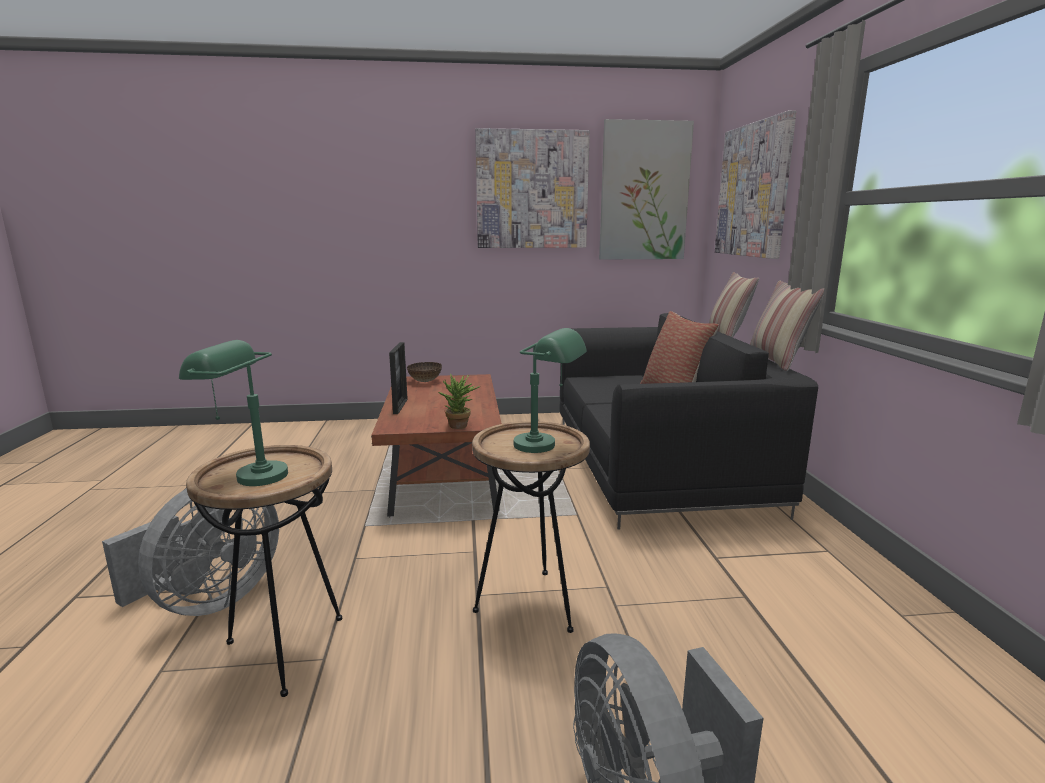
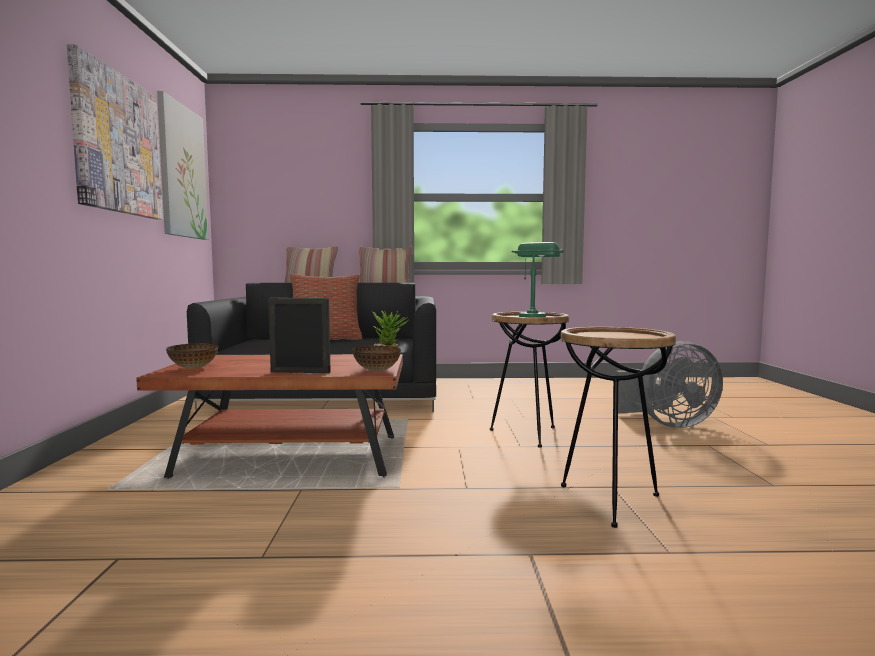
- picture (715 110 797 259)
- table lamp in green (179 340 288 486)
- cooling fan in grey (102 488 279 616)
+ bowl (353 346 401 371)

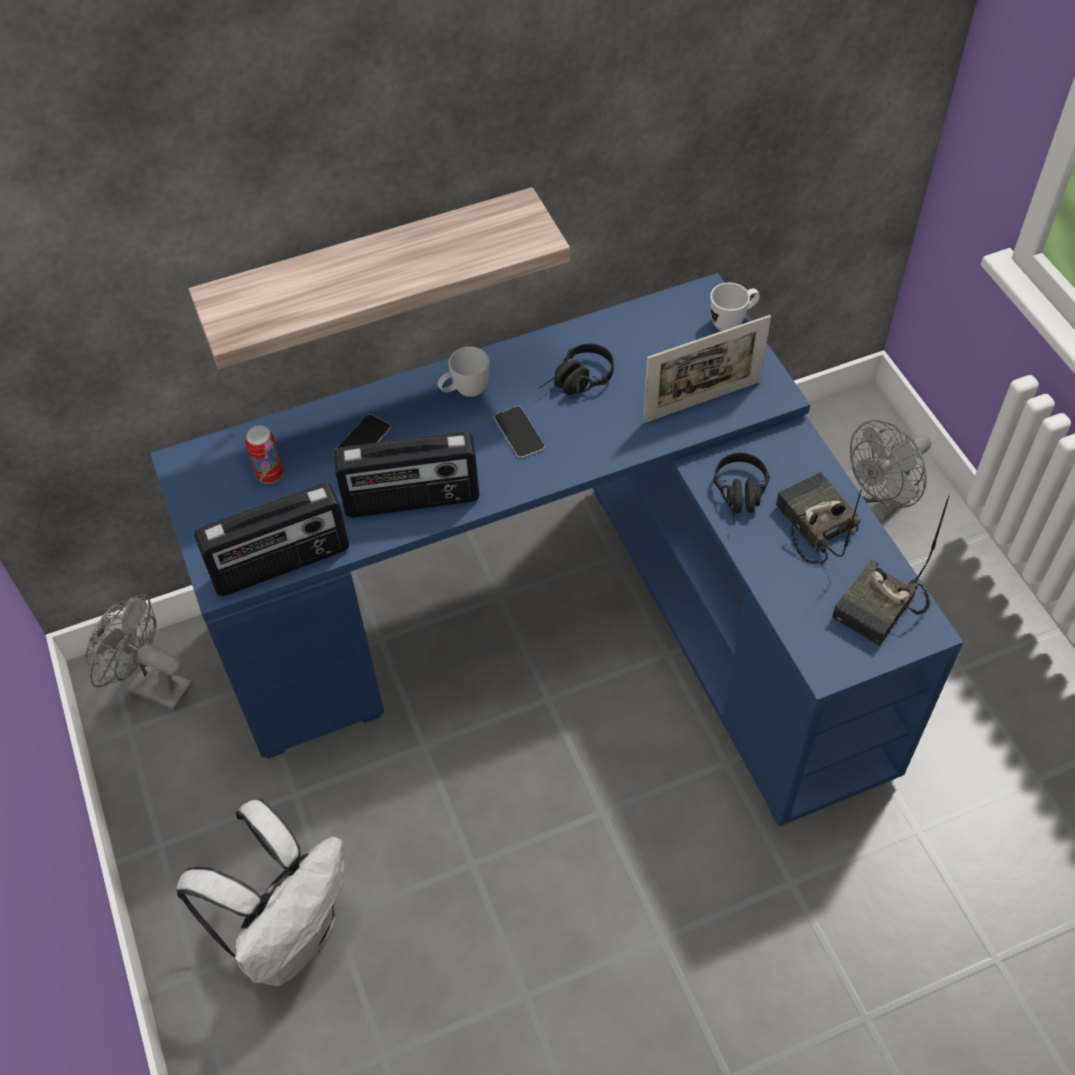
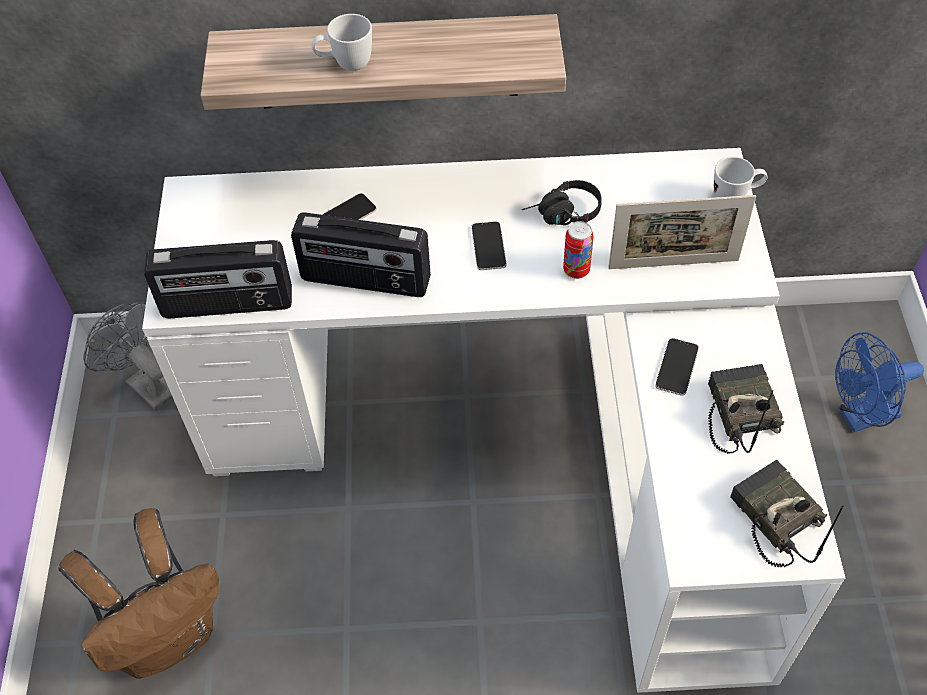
~ desk table in blue-coloured (150 273 964 826) to desk table in white (142 148 845 693)
~ coffee mug in white (438 347 489 397) to (312 14 372 71)
~ cooling fan in grey (850 420 931 520) to cooling fan in blue-coloured (835 332 924 432)
~ can (245 425 283 483) to (563 221 594 279)
~ pair of headphones in blackish (713 453 770 525) to handset (655 338 699 396)
~ radio (832 496 949 646) = (730 460 844 568) 90 degrees clockwise
~ knapsack in white (176 799 344 986) to knapsack in brown-coloured (58 508 219 679)

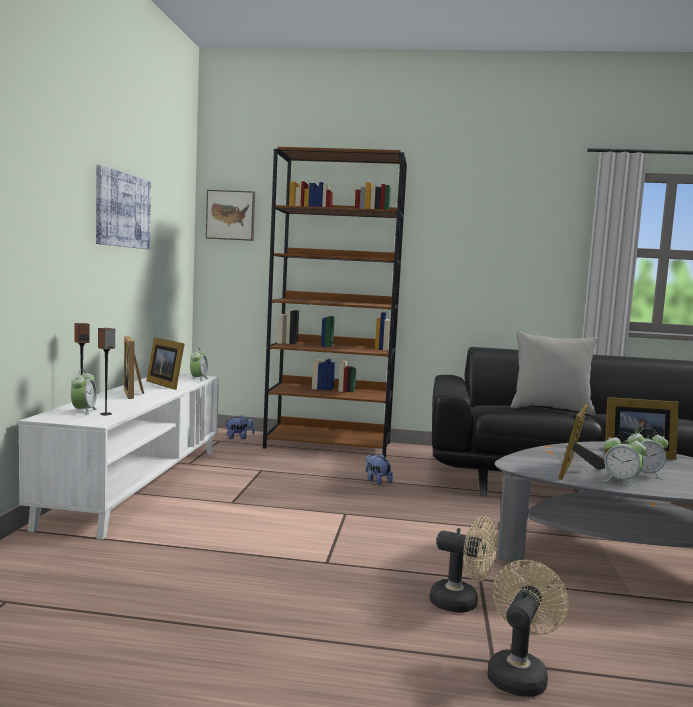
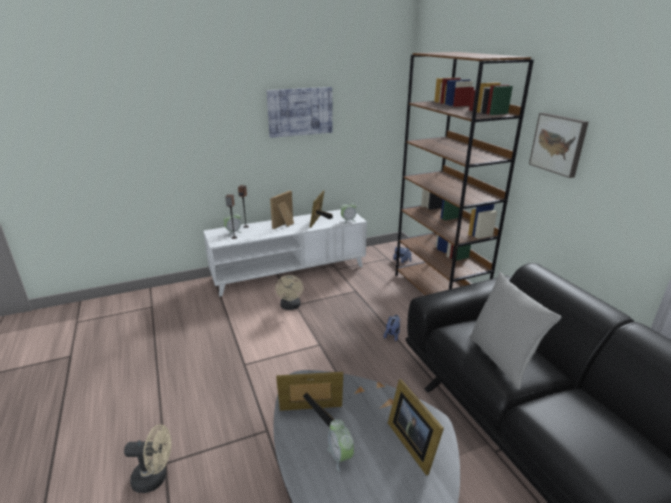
~ picture (206 190 255 241) to (529 113 589 178)
- alarm clock (602 433 647 488)
~ cooling fan in beige (429 516 498 613) to (275 275 303 310)

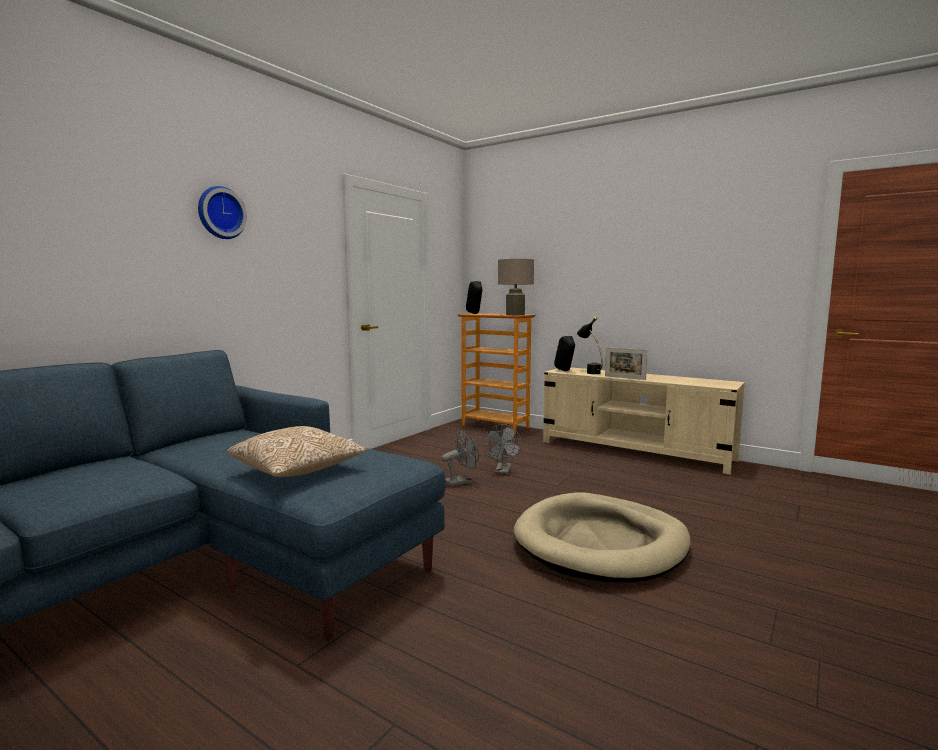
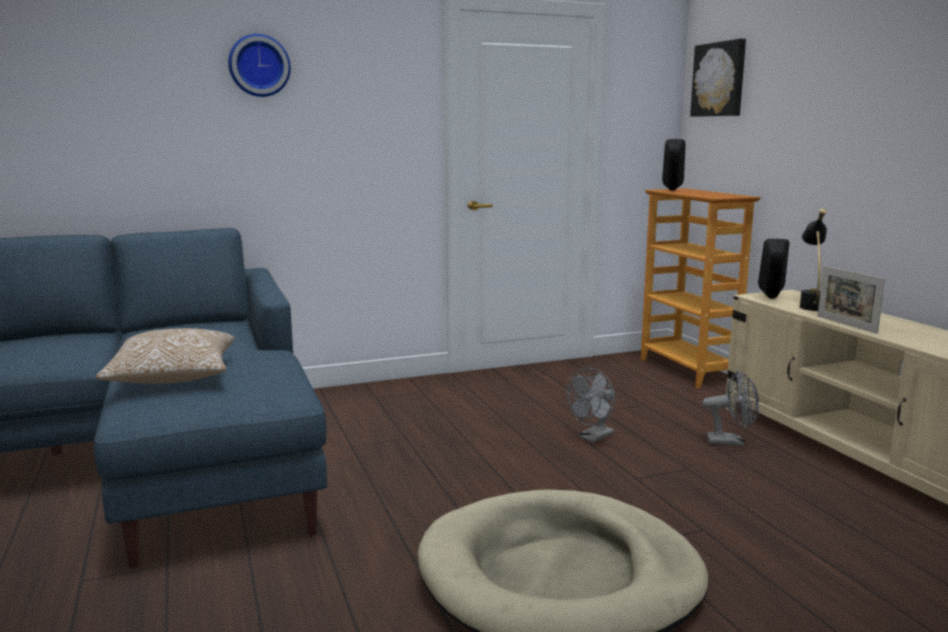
- table lamp in beige (498 259 534 315)
~ cooling fan in grey (441 431 479 486) to (702 370 759 446)
+ picture (690 39 746 117)

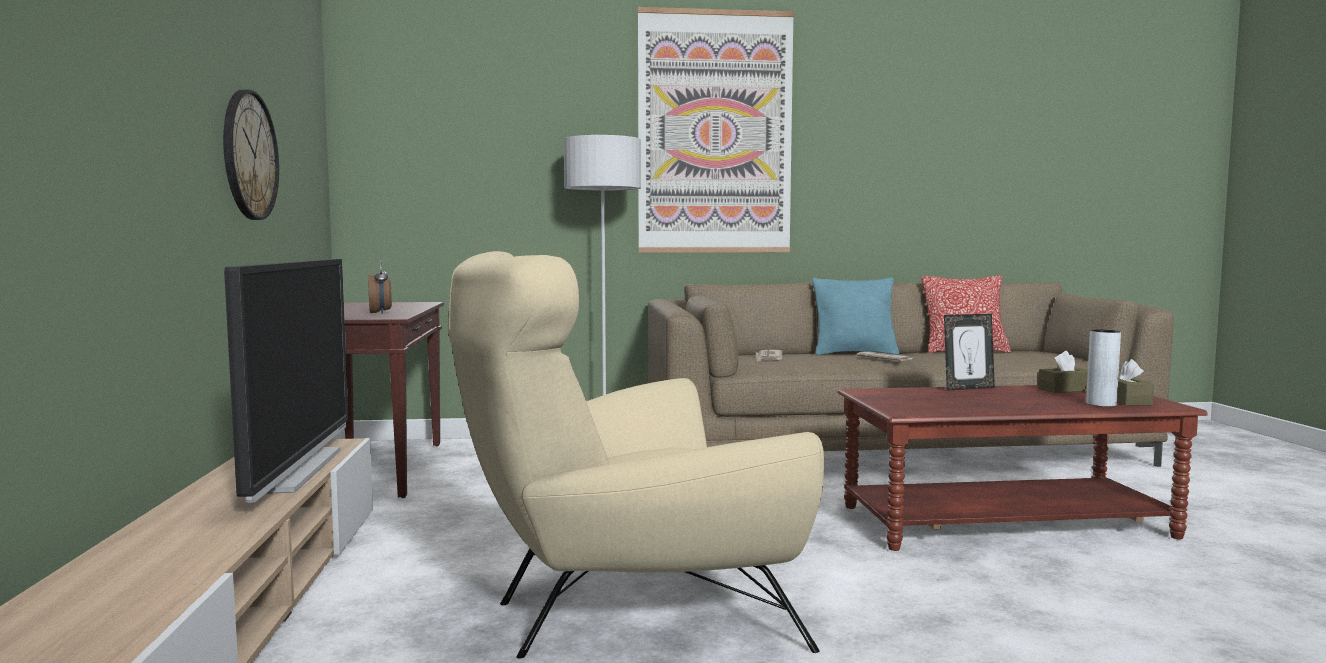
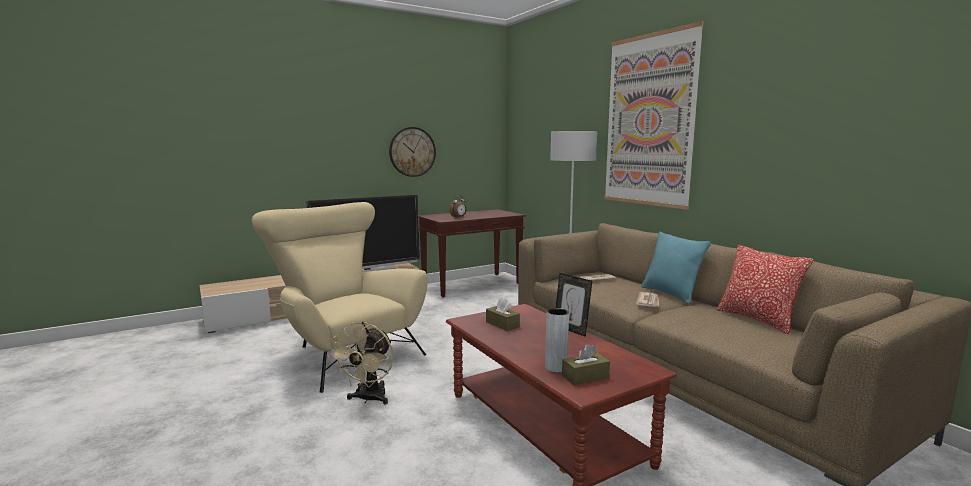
~ box of tissues in brown-coloured (1038 351 1088 393) to (486 298 520 331)
+ cooling fan in beige (328 322 394 405)

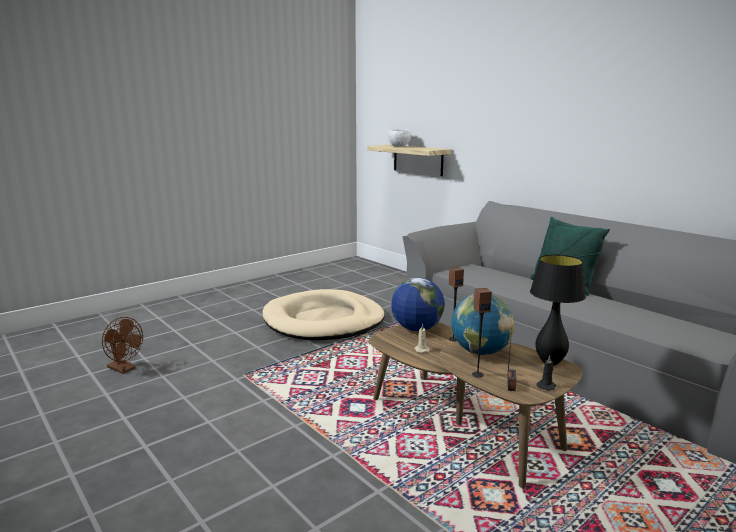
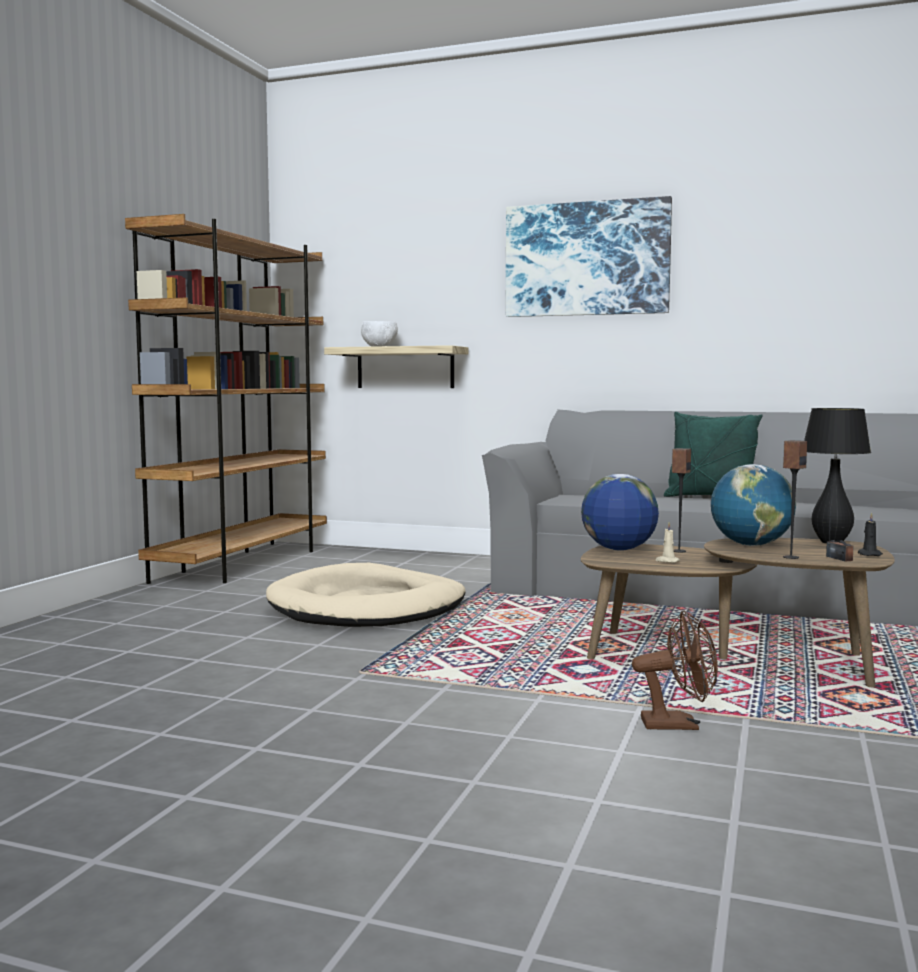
~ cooling fan in brown-coloured (102 317 143 374) to (632 611 718 730)
+ picture (506 196 672 317)
+ shelving unit in brown-coloured (125 214 327 584)

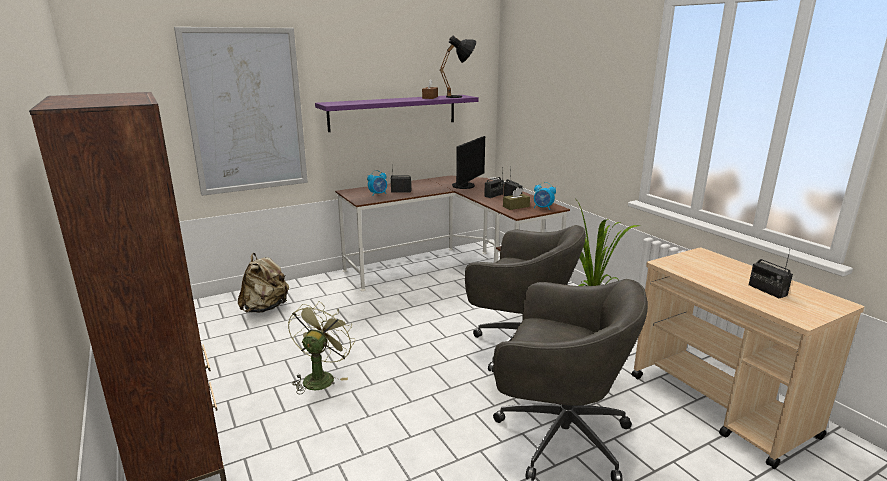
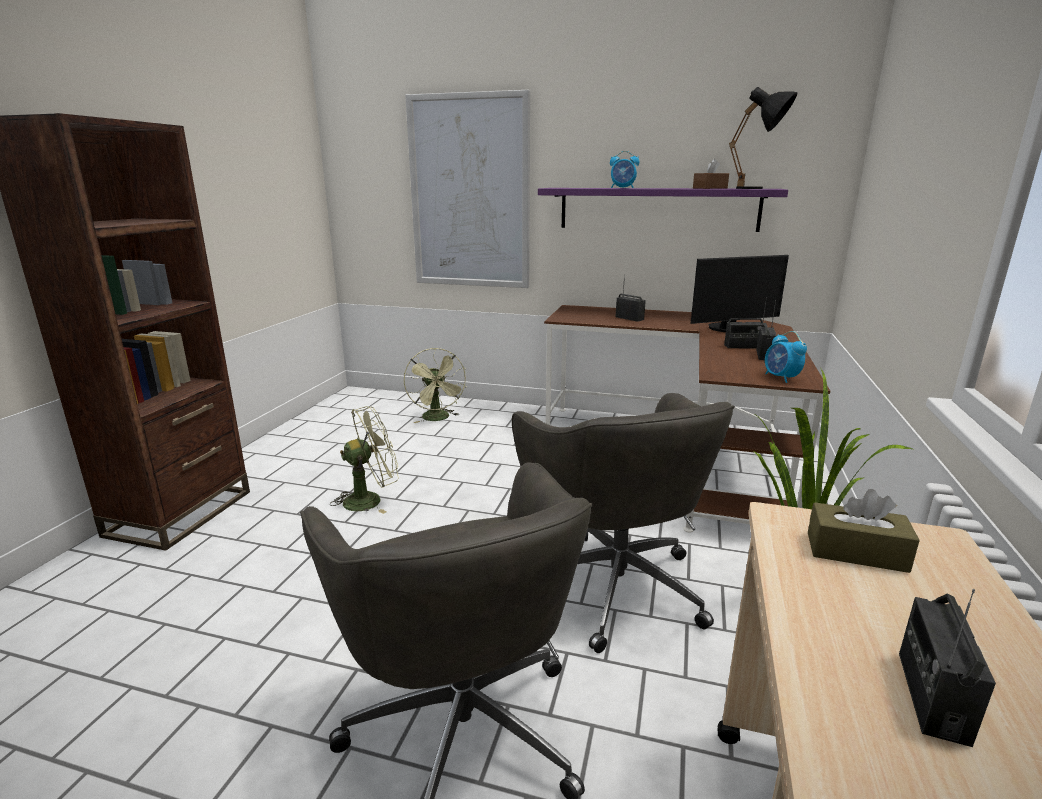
~ alarm clock (367 170 387 196) to (610 151 639 188)
~ box of tissues in brown-coloured (503 187 530 210) to (808 489 920 573)
~ knapsack in beige (238 253 289 313) to cooling fan in green (404 348 467 423)

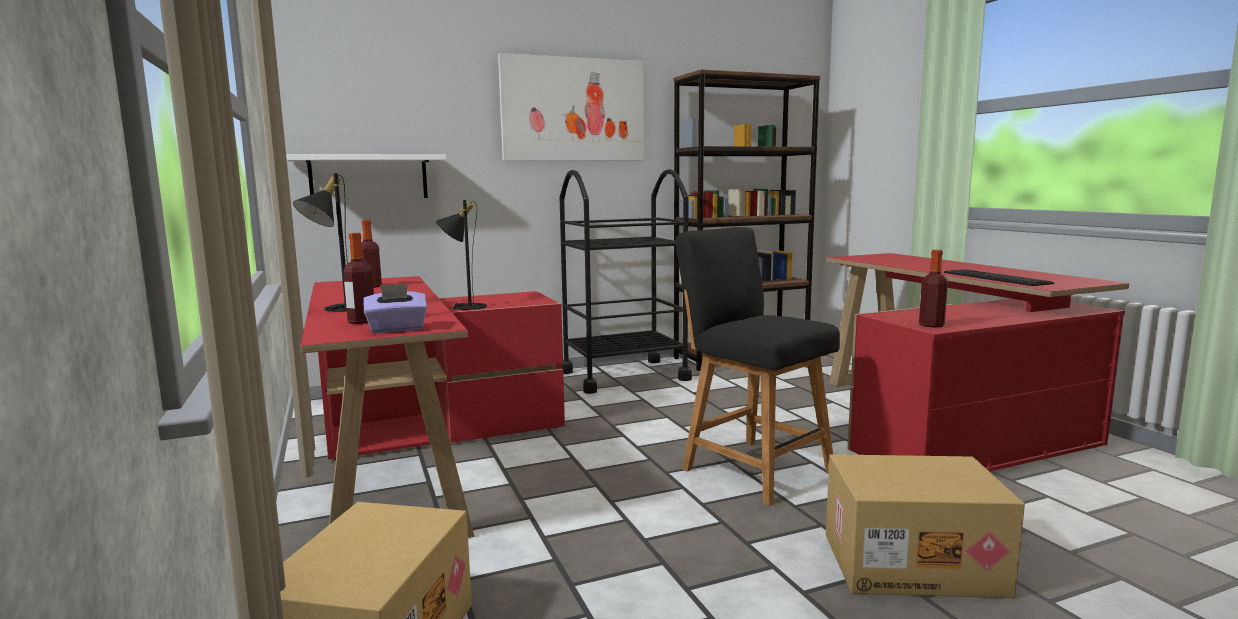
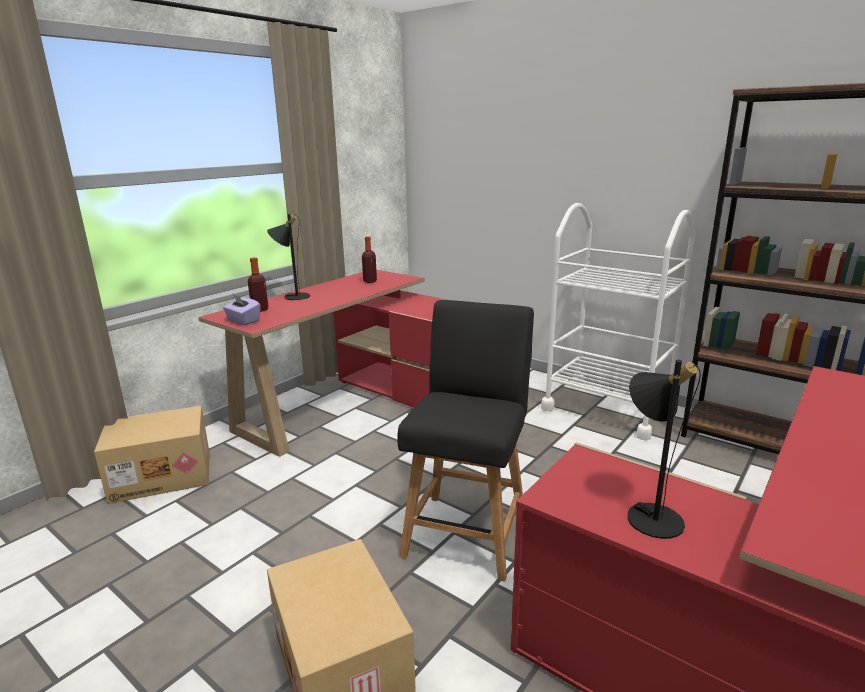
- picture (498 53 644 160)
- shelf in white (286 154 447 198)
~ cart in blackish (560 169 692 394) to cart in white (541 203 695 441)
~ table lamp in blackish (436 200 487 310) to (627 360 701 539)
- drink bottle (919 250 948 328)
- keyboard (944 269 1054 286)

